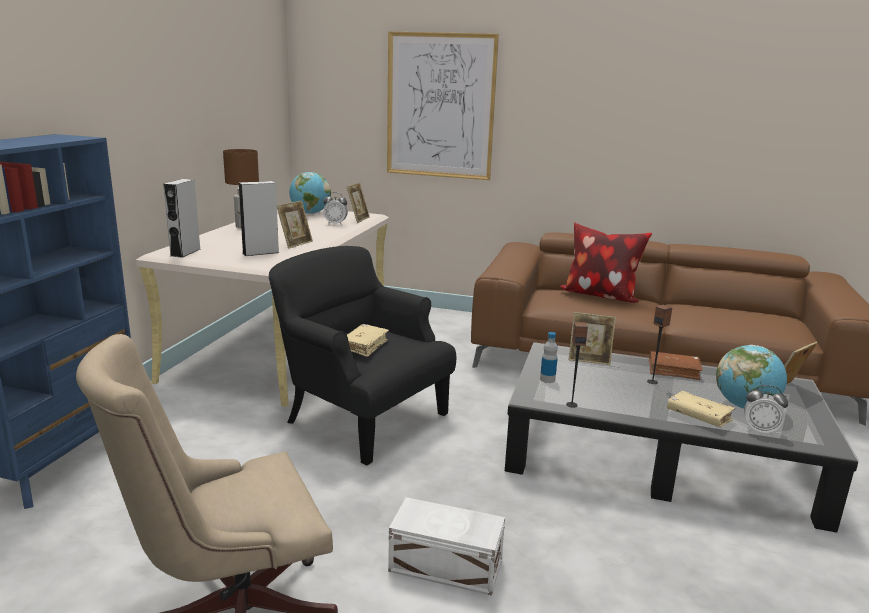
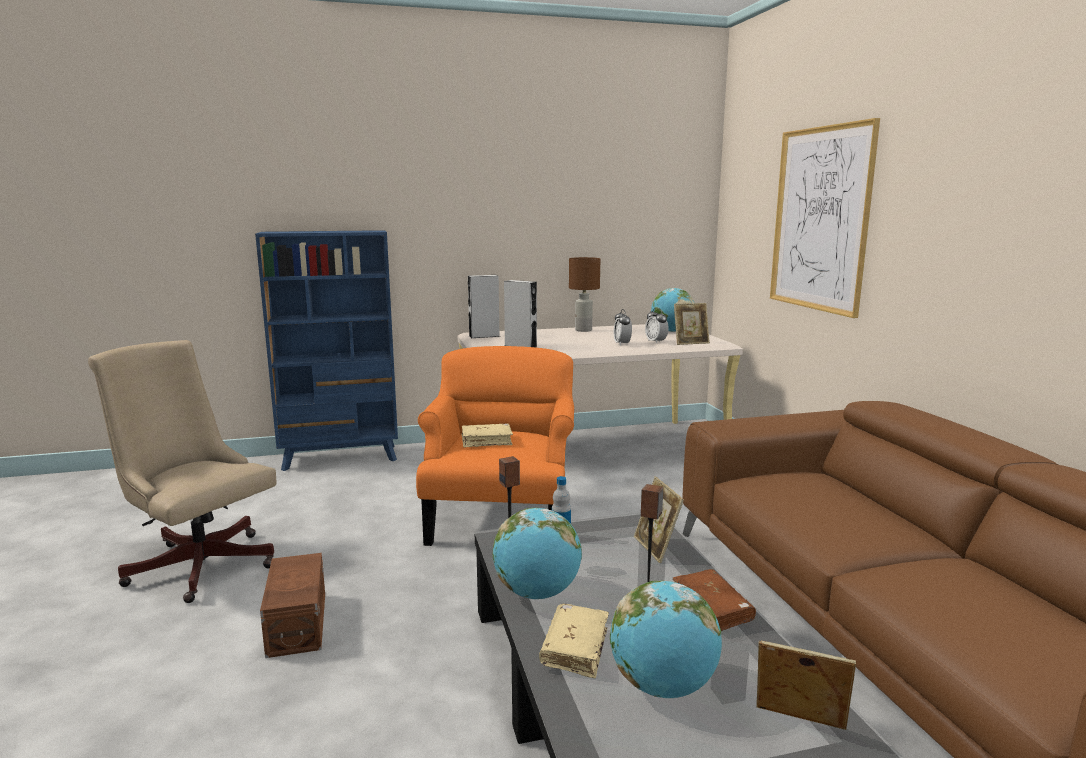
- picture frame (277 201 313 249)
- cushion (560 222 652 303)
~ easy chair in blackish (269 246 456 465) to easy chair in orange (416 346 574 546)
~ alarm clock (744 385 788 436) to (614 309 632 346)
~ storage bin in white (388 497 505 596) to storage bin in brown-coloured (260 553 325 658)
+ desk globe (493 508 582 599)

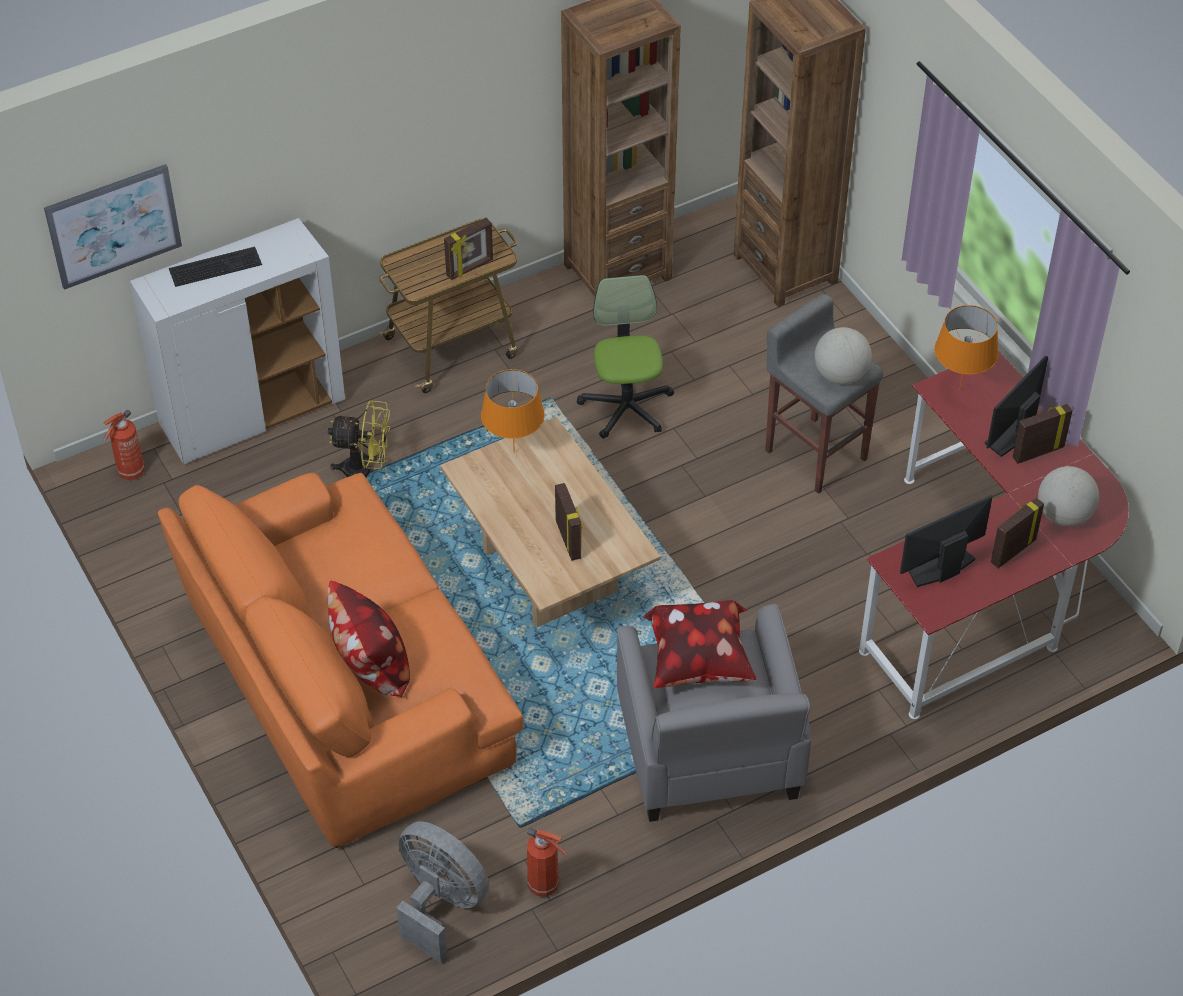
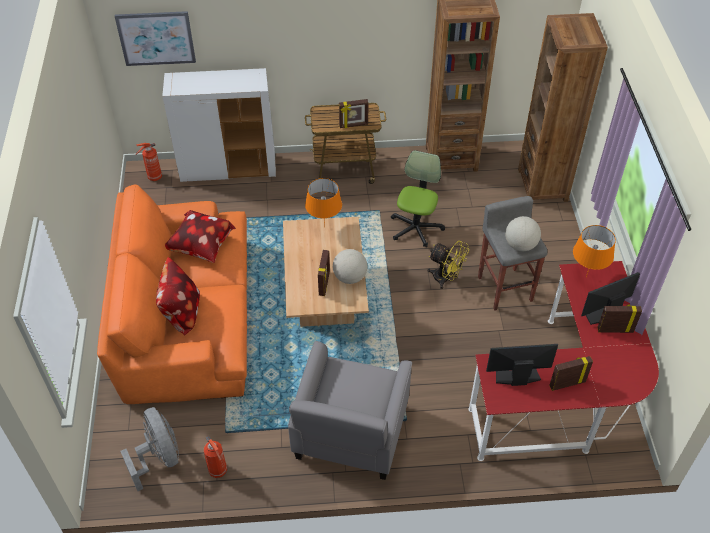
- keyboard (169 247 262 287)
~ cooling fan in yellow-coloured (328 401 390 477) to (427 241 469 289)
~ desk globe (1038 466 1099 526) to (333 249 367 284)
~ cushion (643 600 756 688) to (165 210 236 263)

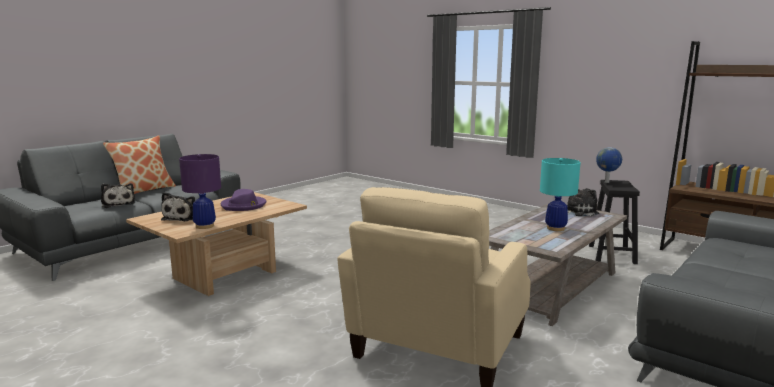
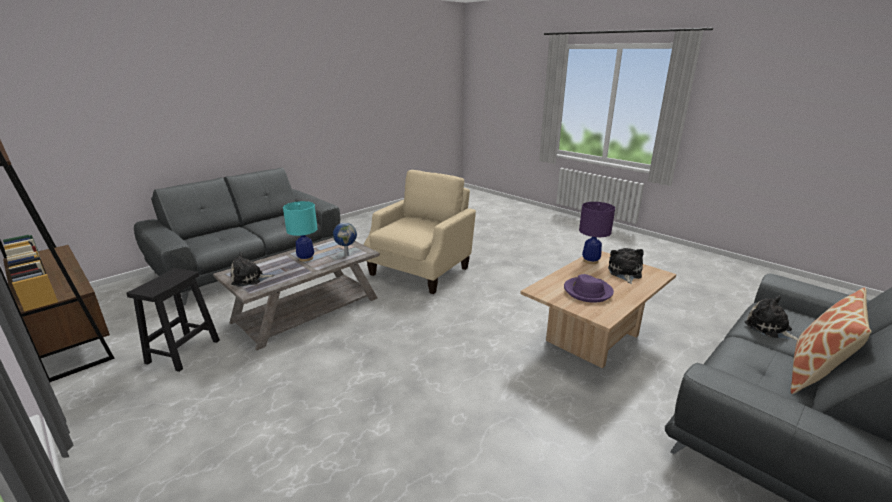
~ desk globe (596 147 622 183) to (333 223 357 256)

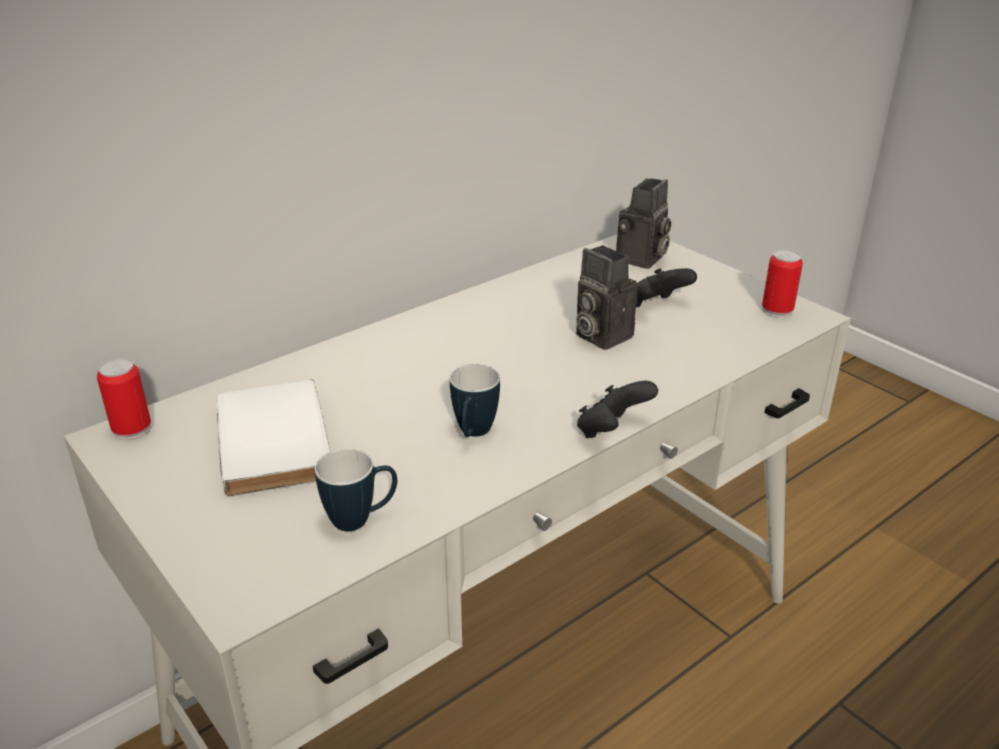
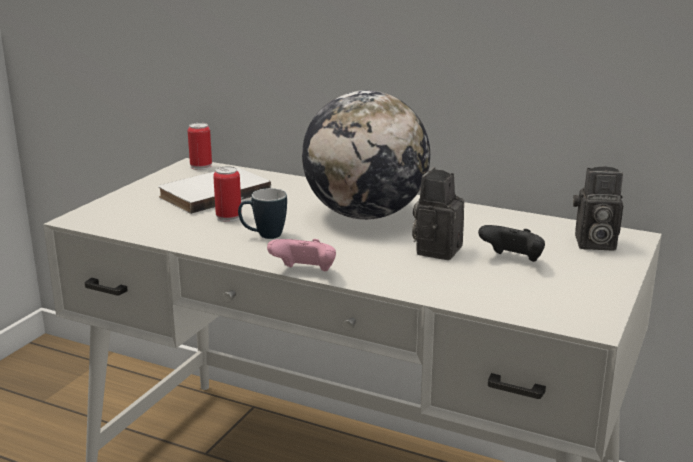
~ can (762 249 803 318) to (213 166 242 222)
~ joypad in blackish (577 381 658 438) to joypad in pink (267 239 336 271)
- coffee mug (315 448 397 531)
+ desk globe (302 90 430 220)

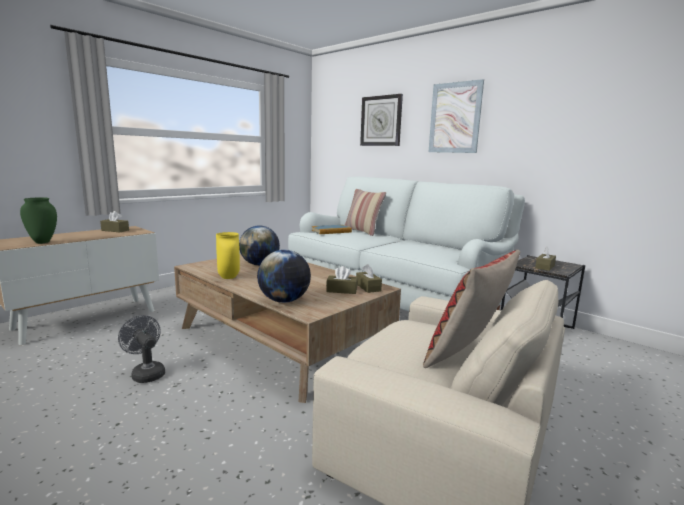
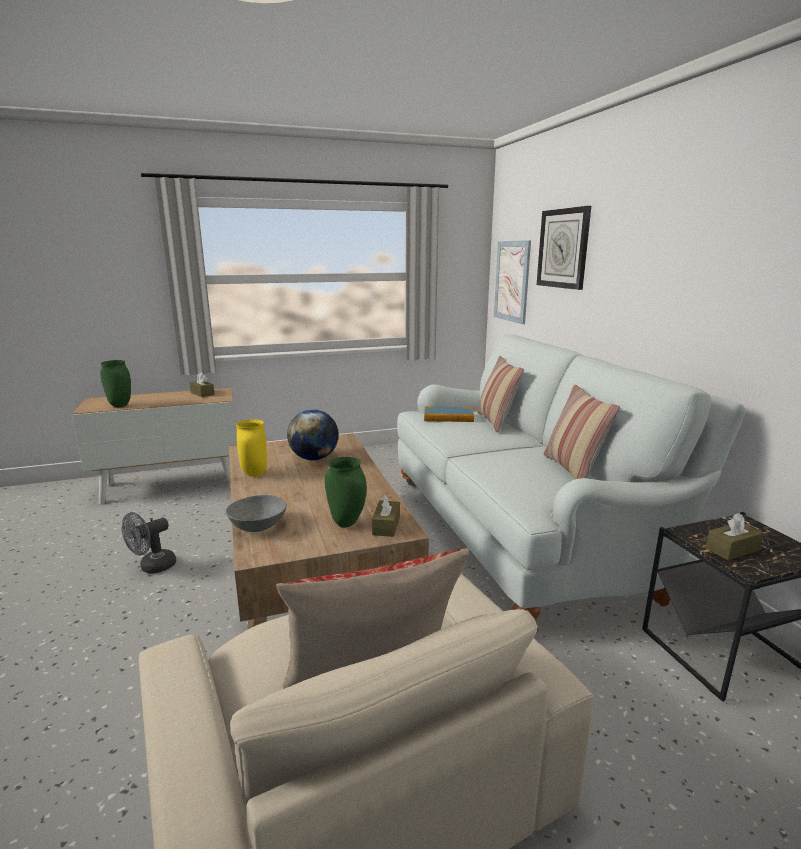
~ picture (429 79 484 153) to (494 240 531 324)
~ desk globe (257 250 311 303) to bowl in grey (226 495 287 532)
~ box of tissues in brown-coloured (326 266 358 294) to decorative vase in green (325 457 367 528)
~ cooling fan in grey (118 315 165 383) = (122 512 176 573) 120 degrees counterclockwise
+ cushion (543 384 620 479)

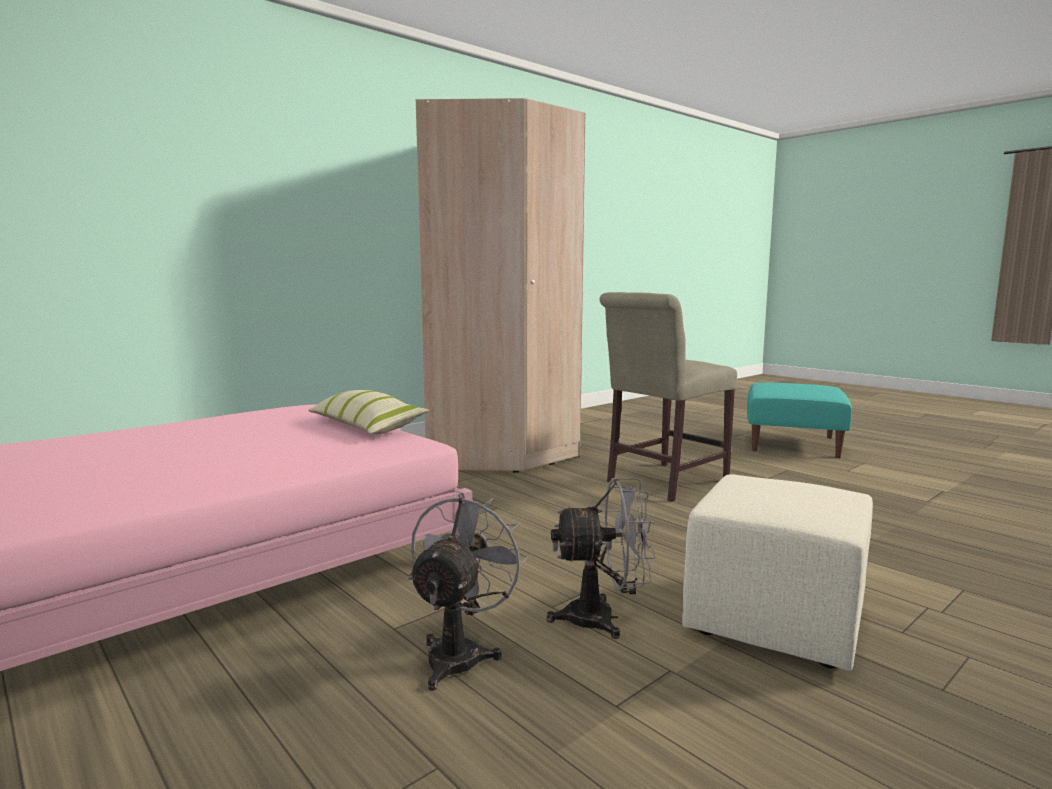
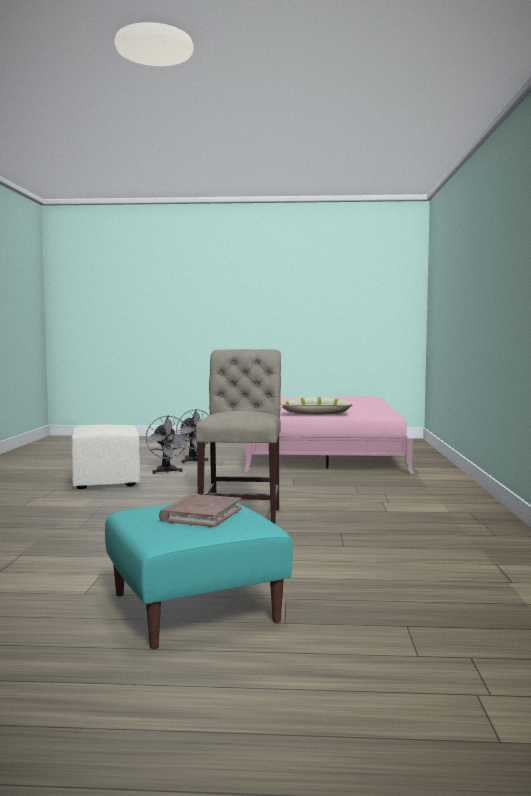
- clothes cupboard in beige (416 98 586 473)
~ cooling fan in grey (546 478 655 639) = (146 415 190 474) 60 degrees counterclockwise
+ volume in brown-coloured (159 494 242 527)

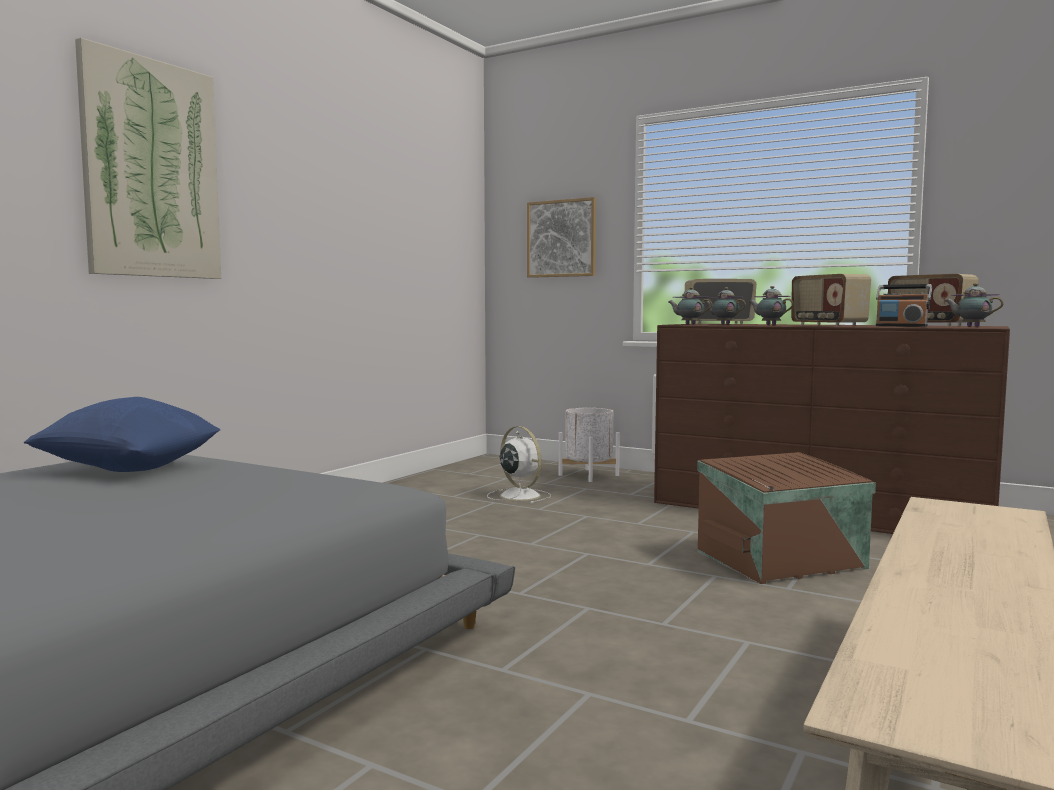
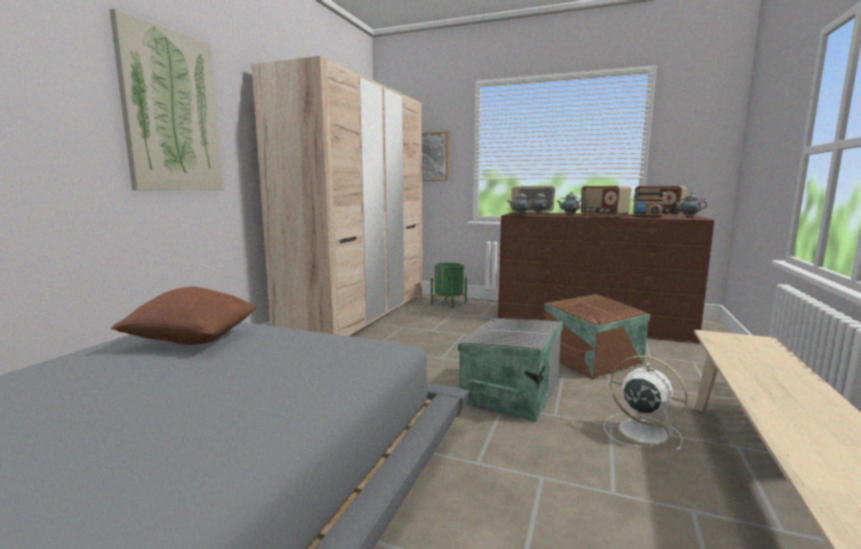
~ cushion in blue-coloured (24 397 221 472) to cushion in brown-coloured (111 287 256 345)
~ plant pot in white (559 408 620 482) to plant pot in green (431 262 467 309)
~ cooling fan in white (487 426 551 504) to (604 355 687 451)
+ clothes cupboard in beige (252 56 422 336)
+ storage bin in grey (458 319 563 422)

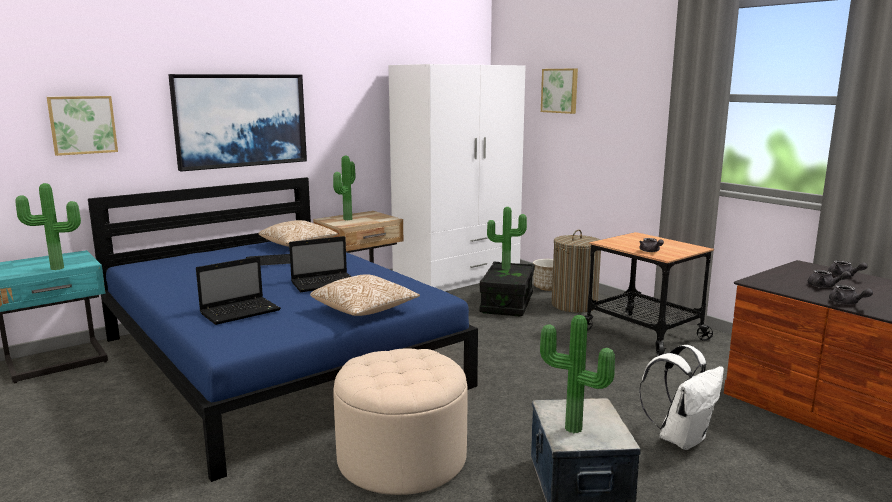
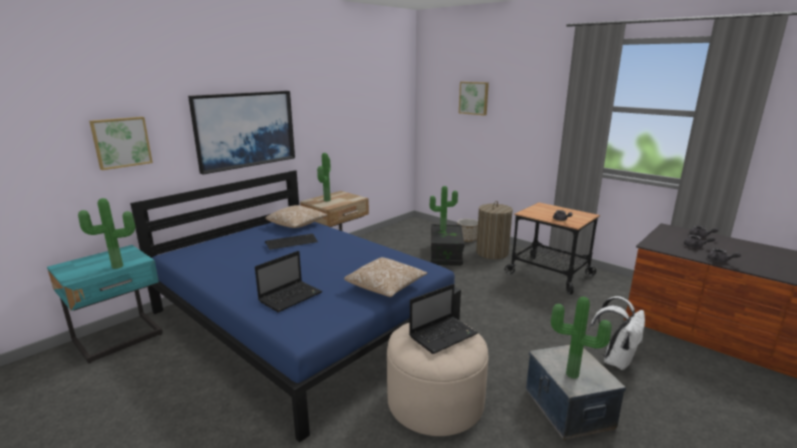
- clothes cupboard in white (388 64 525 291)
~ notebook computer (289 236 351 292) to (409 284 478 354)

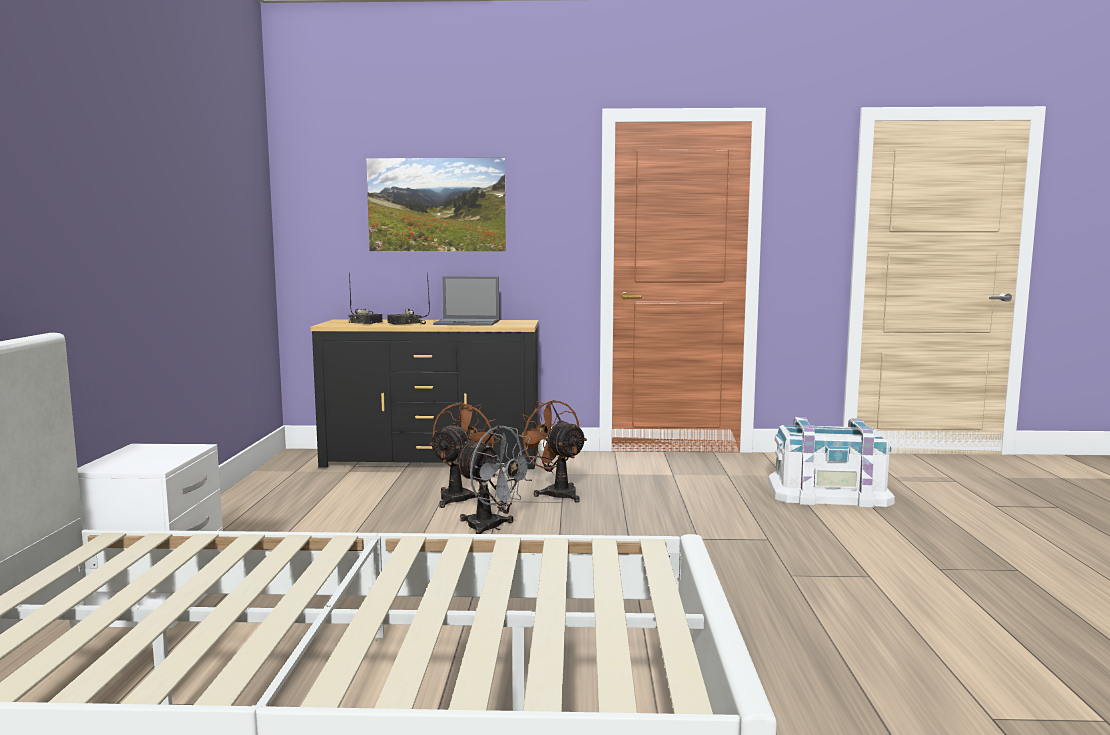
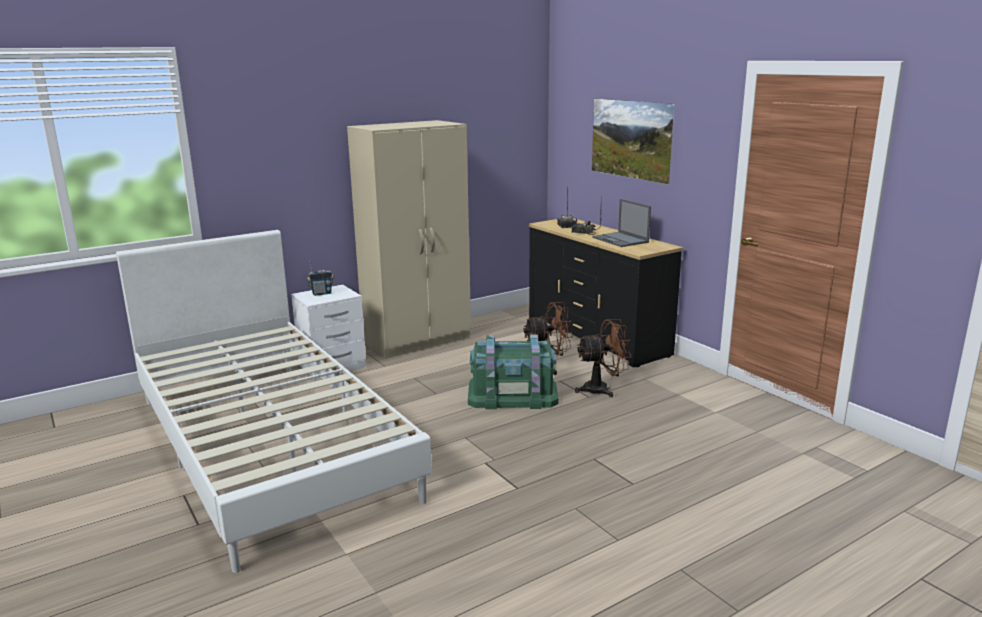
~ cooling fan in brown-coloured (516 400 587 502) = (575 319 631 397) 60 degrees clockwise
- storage bin in white (768 417 895 508)
~ cooling fan in grey (453 425 535 534) to storage bin in green (468 335 559 409)
+ clothes cupboard in beige (347 120 471 359)
+ radio (307 261 334 296)

